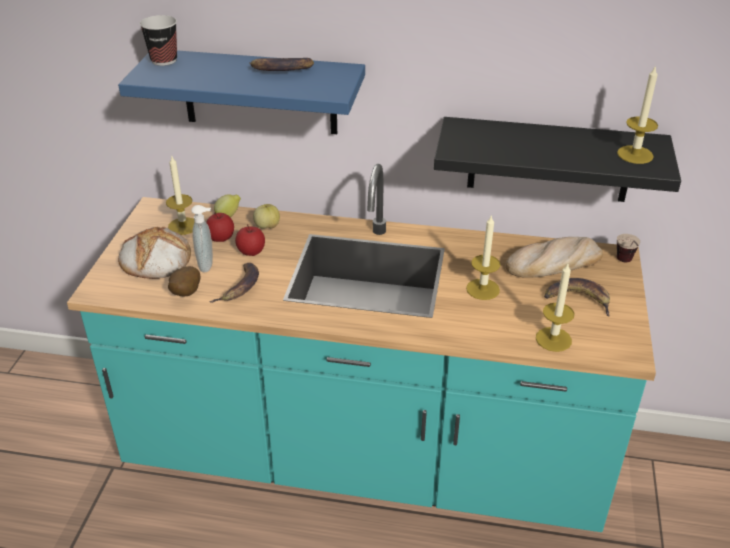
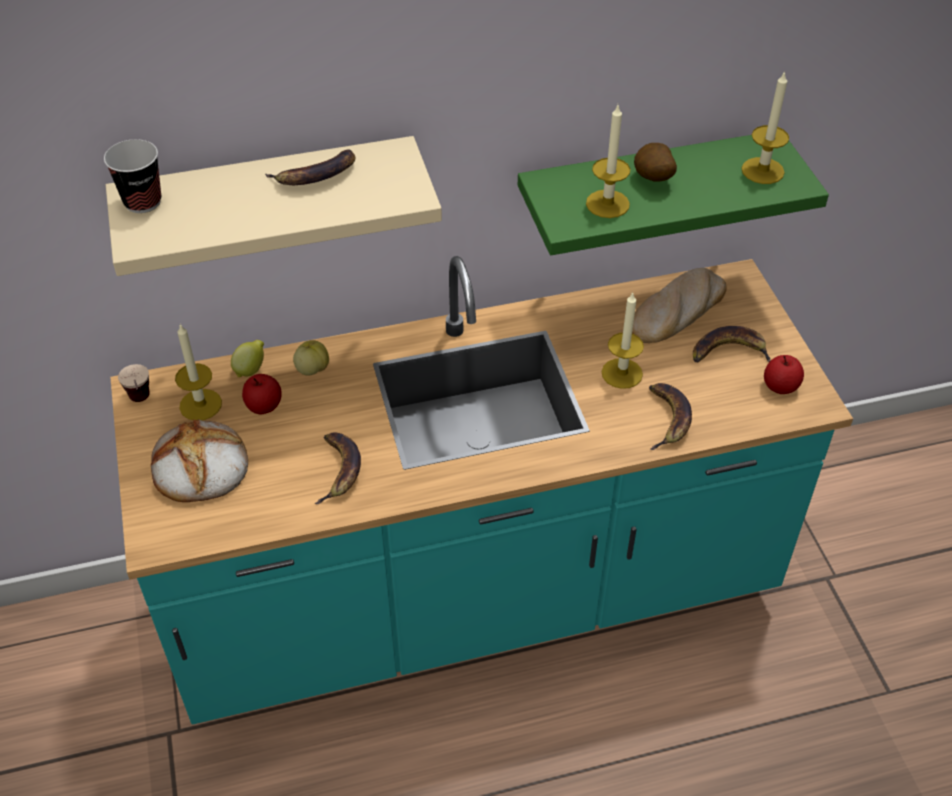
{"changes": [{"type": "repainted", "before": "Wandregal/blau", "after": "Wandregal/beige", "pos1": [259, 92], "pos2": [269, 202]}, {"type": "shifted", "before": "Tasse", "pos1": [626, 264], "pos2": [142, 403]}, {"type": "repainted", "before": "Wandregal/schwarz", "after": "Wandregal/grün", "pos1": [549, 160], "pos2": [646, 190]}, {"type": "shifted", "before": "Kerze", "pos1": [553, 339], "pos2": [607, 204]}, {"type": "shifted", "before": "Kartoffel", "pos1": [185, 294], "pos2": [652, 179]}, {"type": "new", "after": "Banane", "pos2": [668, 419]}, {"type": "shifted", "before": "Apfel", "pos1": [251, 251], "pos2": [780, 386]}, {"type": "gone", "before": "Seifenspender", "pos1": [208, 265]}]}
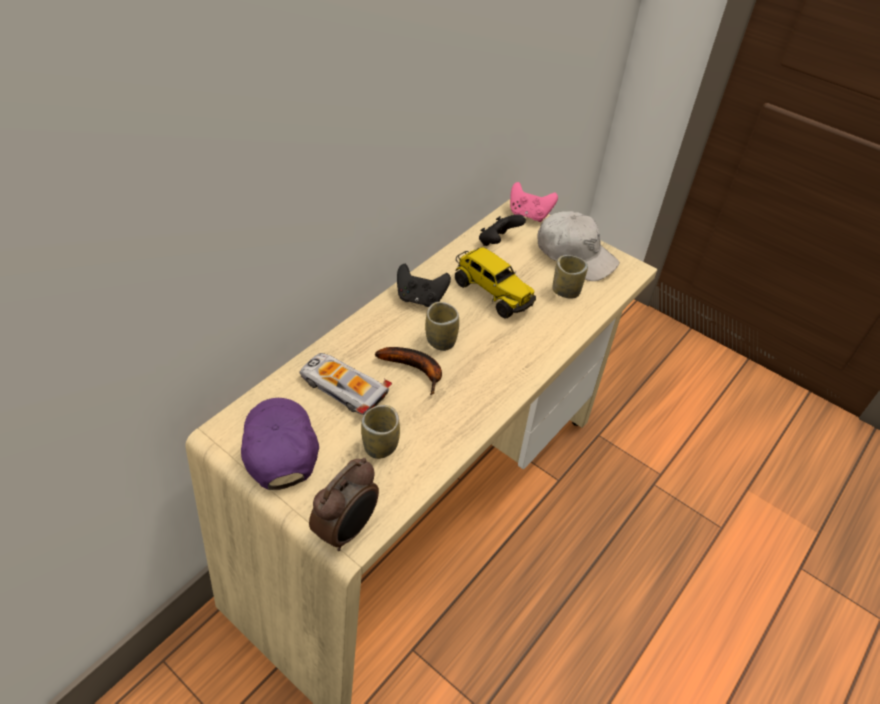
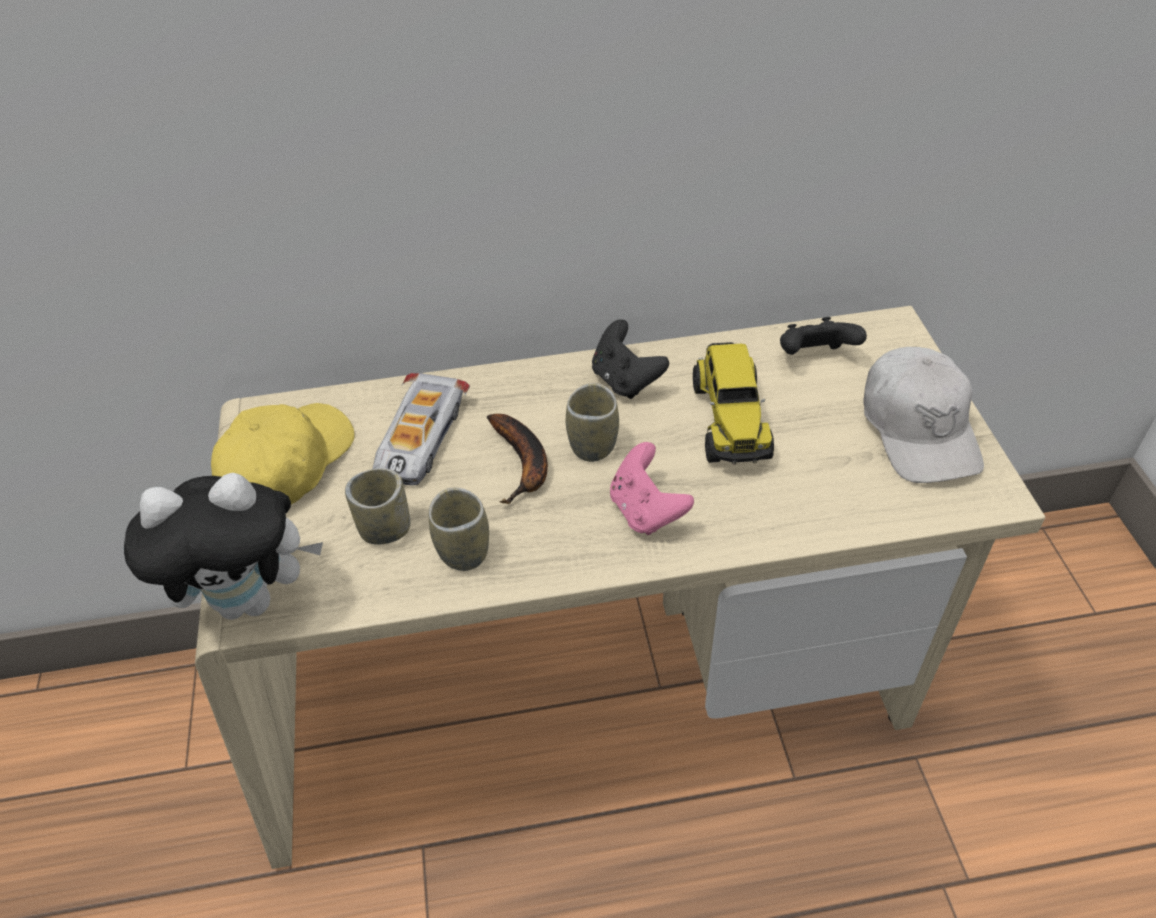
{"changes": [{"type": "swapped", "before": "Wecker", "after": "Plüschtier", "pos1": [348, 529], "pos2": [251, 599]}, {"type": "repainted", "before": "Kappe/lila", "after": "Kappe/gelb", "pos1": [279, 448], "pos2": [286, 465]}, {"type": "rotated", "before": "Spielzeugauto", "pos1": [343, 388], "pos2": [419, 438], "turn": -150}, {"type": "shifted", "before": "Tasse", "pos1": [566, 291], "pos2": [463, 552]}, {"type": "shifted", "before": "Gamepad/rosa", "pos1": [529, 214], "pos2": [646, 511]}]}
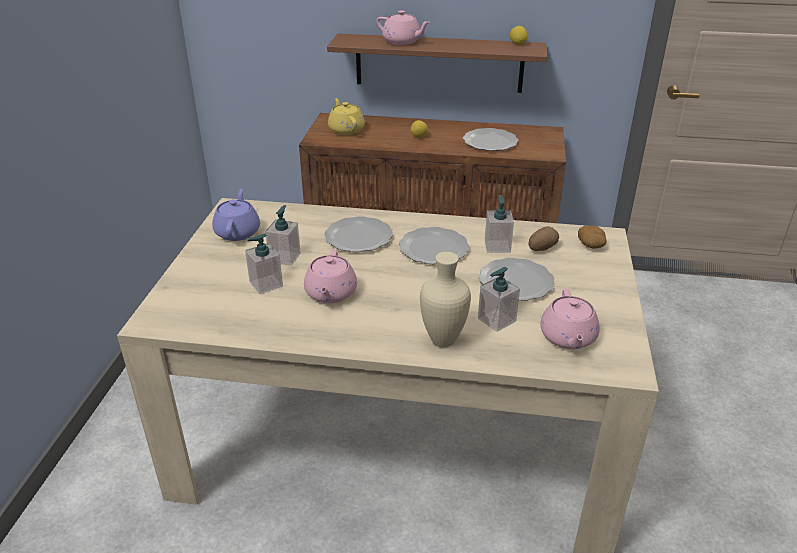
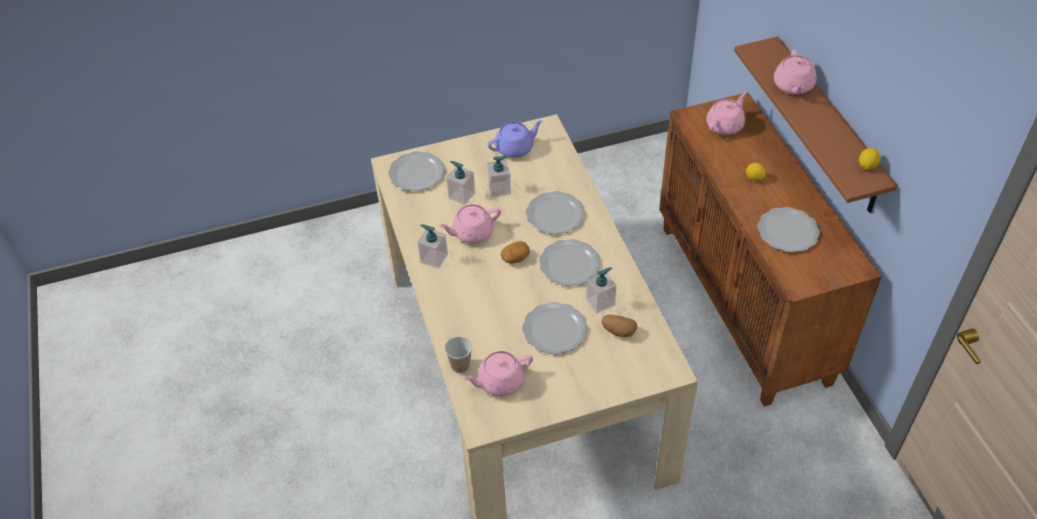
{"changes": [{"type": "new", "after": "Teller", "pos2": [417, 173]}, {"type": "shifted", "before": "Seifenspender", "pos1": [496, 320], "pos2": [434, 258]}, {"type": "new", "after": "Tasse", "pos2": [460, 365]}, {"type": "shifted", "before": "Kartoffel", "pos1": [591, 245], "pos2": [515, 258]}, {"type": "repainted", "before": "Teekanne/gelb", "after": "Teekanne/rosa", "pos1": [346, 129], "pos2": [725, 125]}, {"type": "gone", "before": "Vase/beige", "pos1": [443, 339]}]}
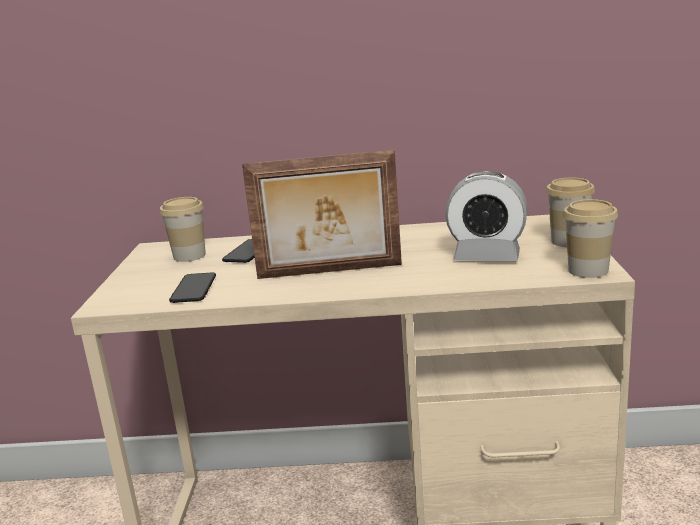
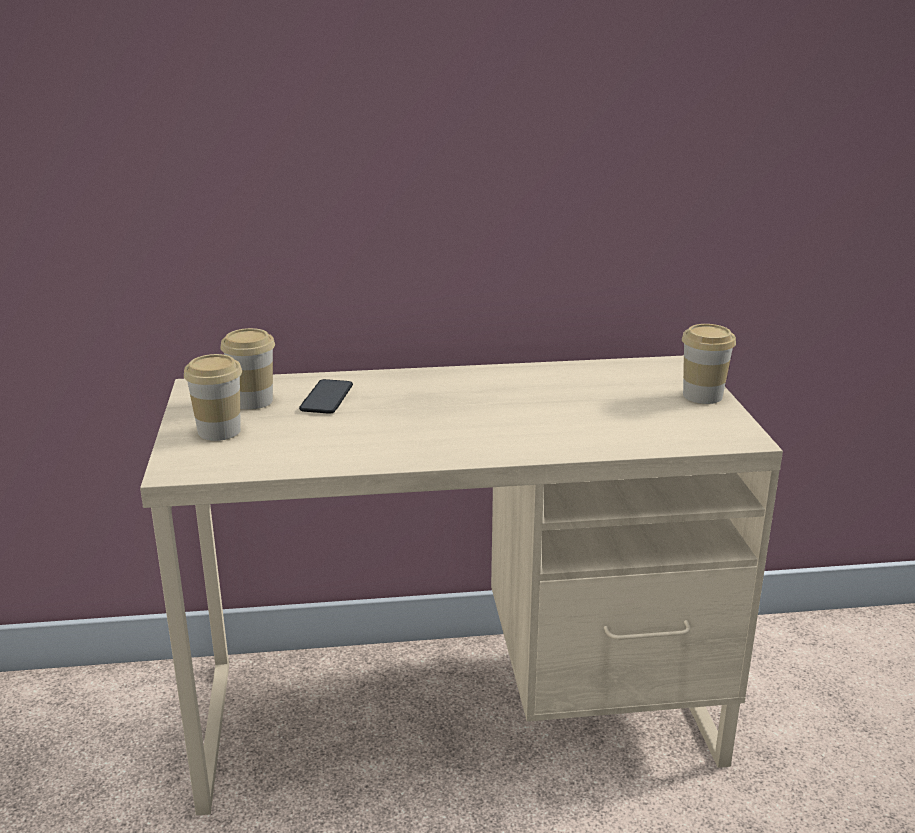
{"changes": [{"type": "shifted", "before": "Tasse", "pos1": [588, 270], "pos2": [219, 431]}, {"type": "gone", "before": "Handy", "pos1": [194, 289]}, {"type": "gone", "before": "Bilderrahmen", "pos1": [329, 272]}, {"type": "gone", "before": "Wecker", "pos1": [487, 256]}]}
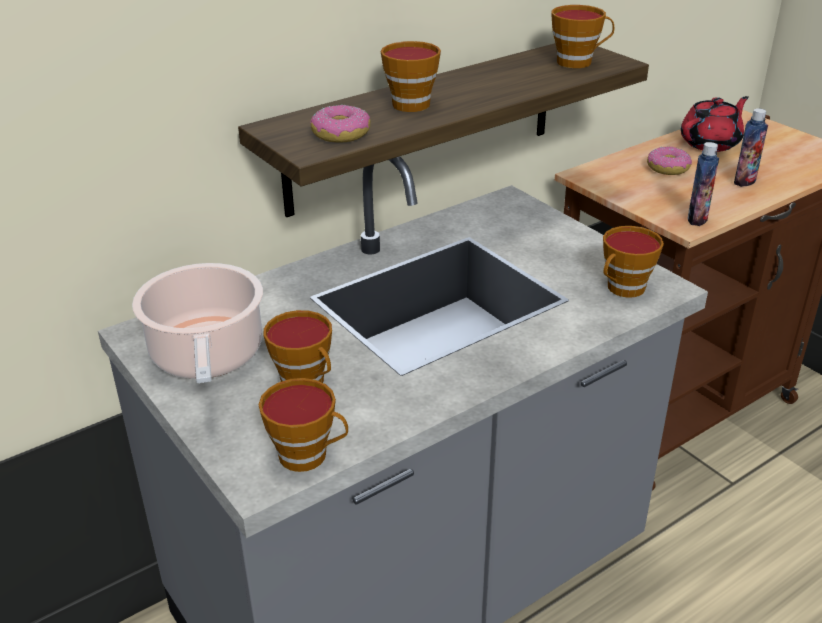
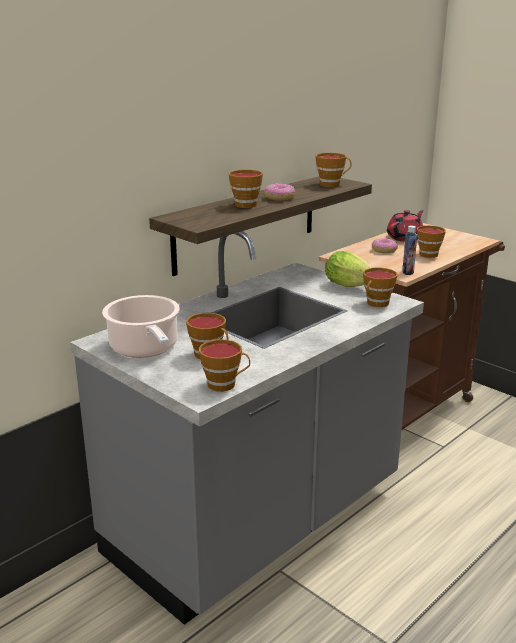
{"changes": [{"type": "shifted", "before": "Donut", "pos1": [340, 134], "pos2": [279, 198]}, {"type": "new", "after": "Salatkopf", "pos2": [351, 286]}, {"type": "swapped", "before": "Flasche", "after": "Tasse", "pos1": [744, 181], "pos2": [429, 254]}]}
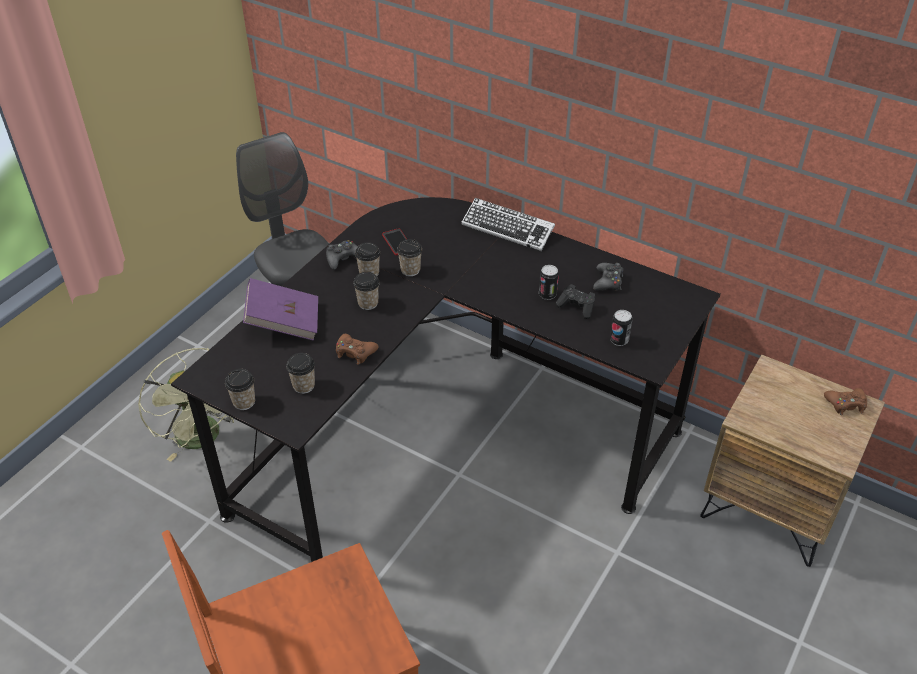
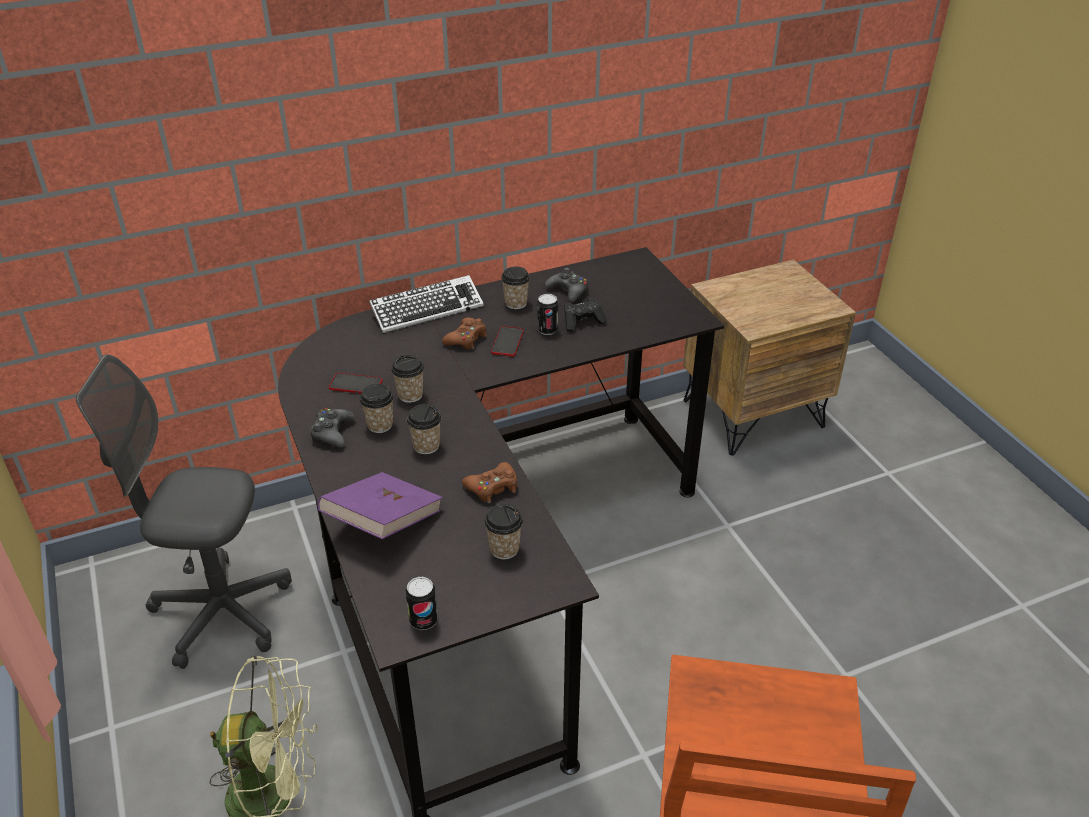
{"changes": [{"type": "shifted", "before": "Dose", "pos1": [619, 340], "pos2": [423, 620]}, {"type": "shifted", "before": "Gamepad/braun", "pos1": [845, 404], "pos2": [466, 339]}, {"type": "new", "after": "Handy", "pos2": [507, 342]}, {"type": "shifted", "before": "Tasse", "pos1": [244, 402], "pos2": [516, 303]}]}
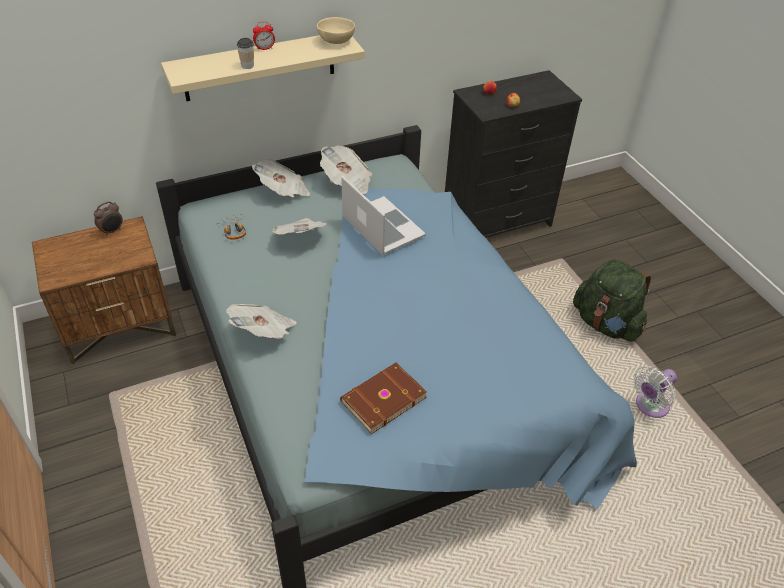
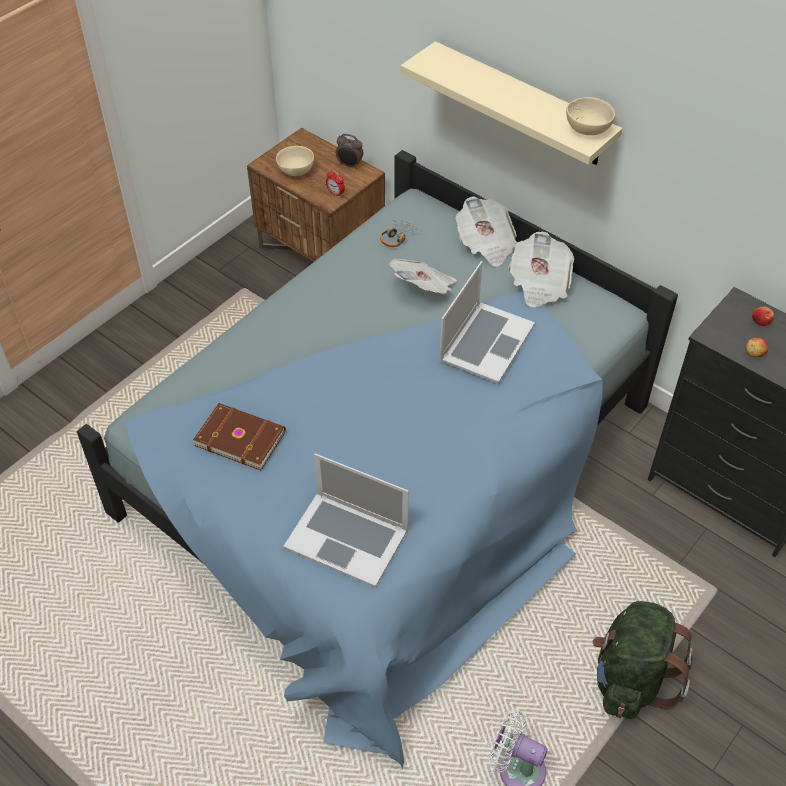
{"changes": [{"type": "new", "after": "Schüssel/beige", "pos2": [295, 171]}, {"type": "new", "after": "Laptop", "pos2": [347, 538]}, {"type": "shifted", "before": "Wecker", "pos1": [265, 48], "pos2": [335, 193]}, {"type": "gone", "before": "Zeitung", "pos1": [264, 332]}, {"type": "gone", "before": "Tasse", "pos1": [247, 65]}]}
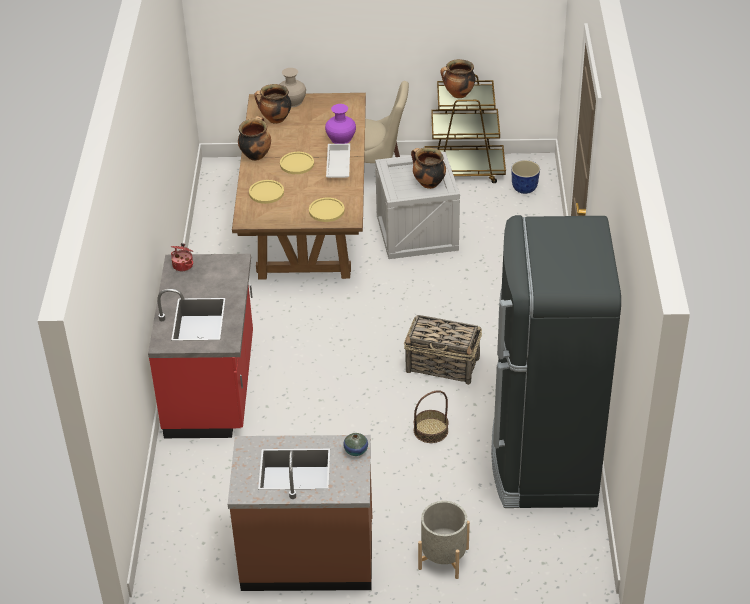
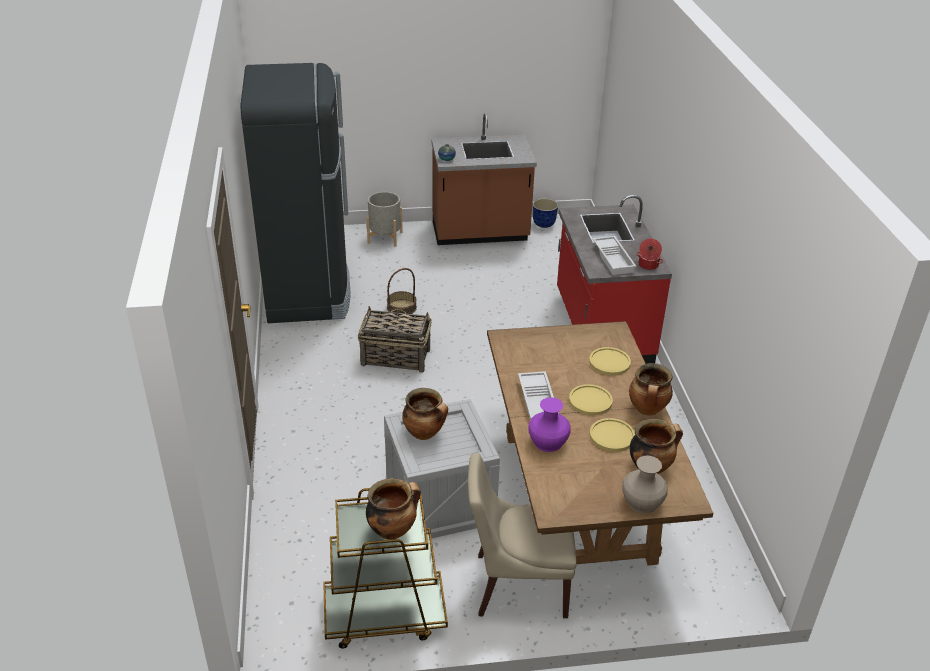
{"changes": [{"type": "shifted", "before": "Pflanzkübel", "pos1": [524, 189], "pos2": [544, 224]}, {"type": "shifted", "before": "Teller/gelb", "pos1": [326, 210], "pos2": [612, 436]}, {"type": "new", "after": "Tablett/weiß", "pos2": [614, 259]}]}
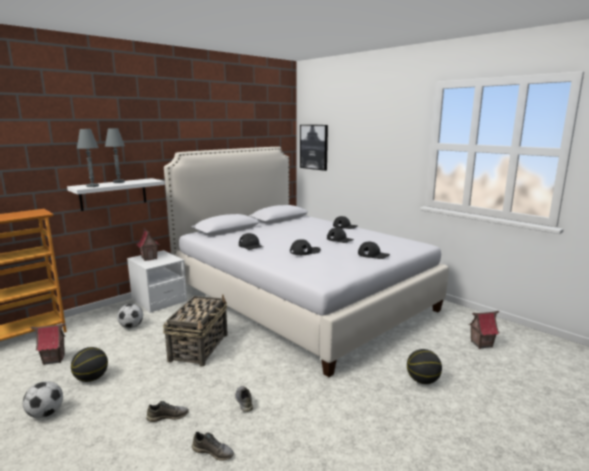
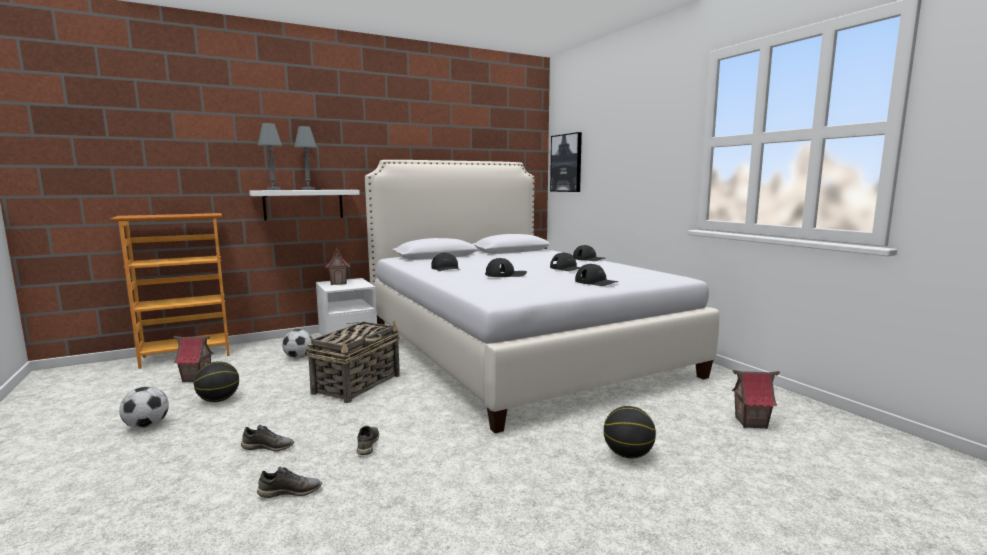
{"changes": [{"type": "rotated", "before": "Schuh/grau", "pos1": [213, 452], "pos2": [290, 491], "turn": -45}]}
